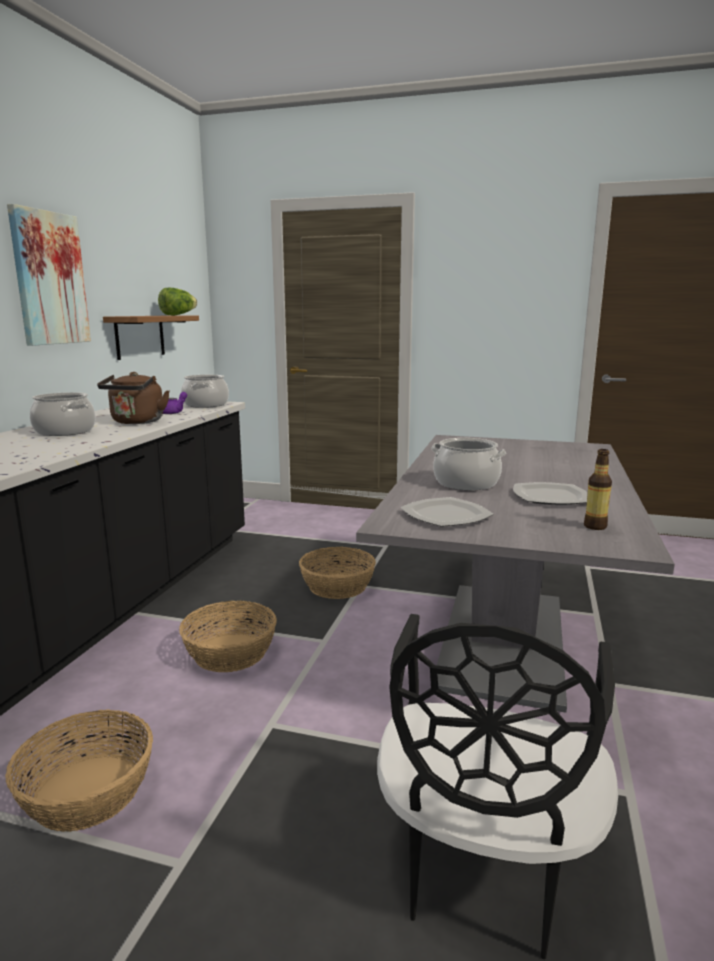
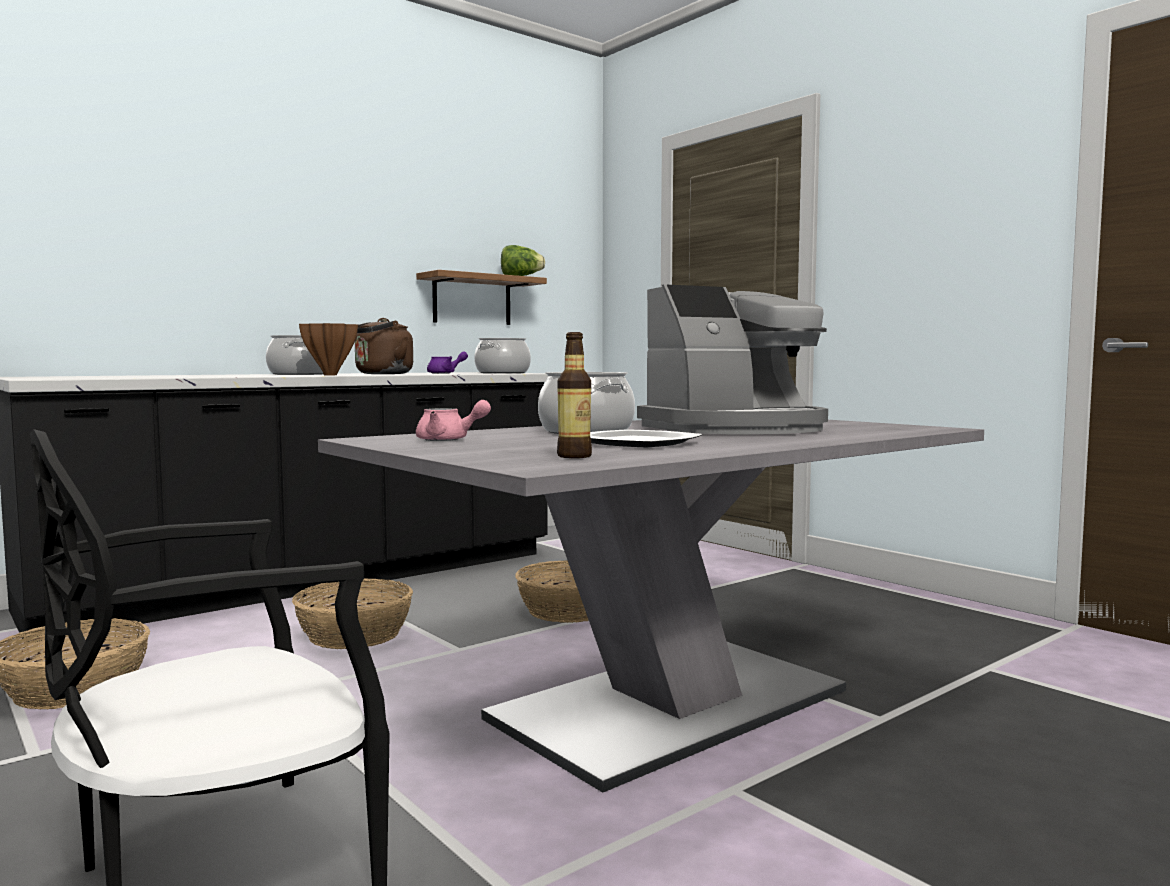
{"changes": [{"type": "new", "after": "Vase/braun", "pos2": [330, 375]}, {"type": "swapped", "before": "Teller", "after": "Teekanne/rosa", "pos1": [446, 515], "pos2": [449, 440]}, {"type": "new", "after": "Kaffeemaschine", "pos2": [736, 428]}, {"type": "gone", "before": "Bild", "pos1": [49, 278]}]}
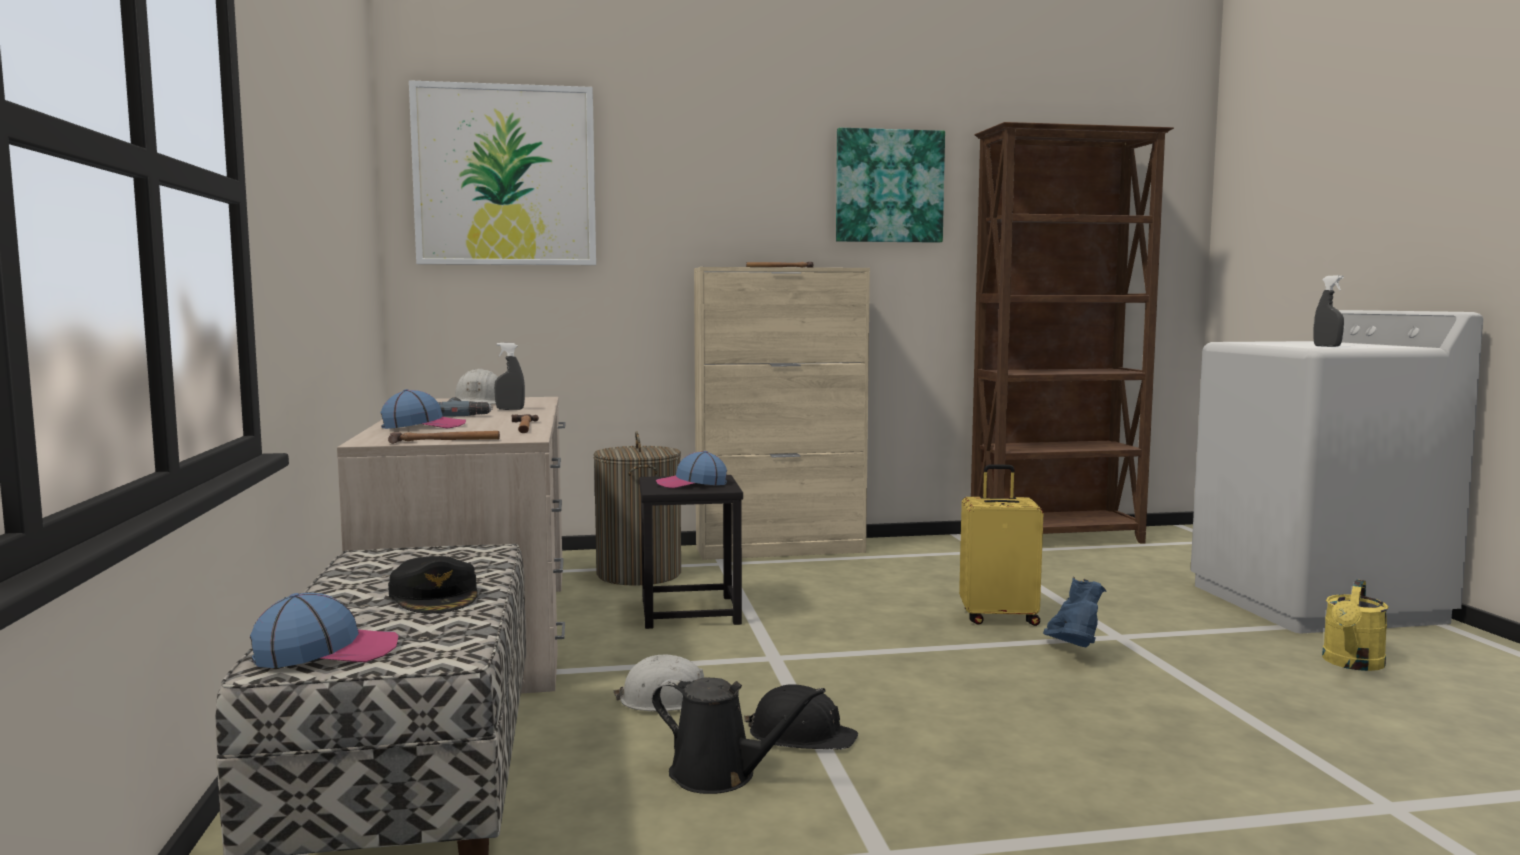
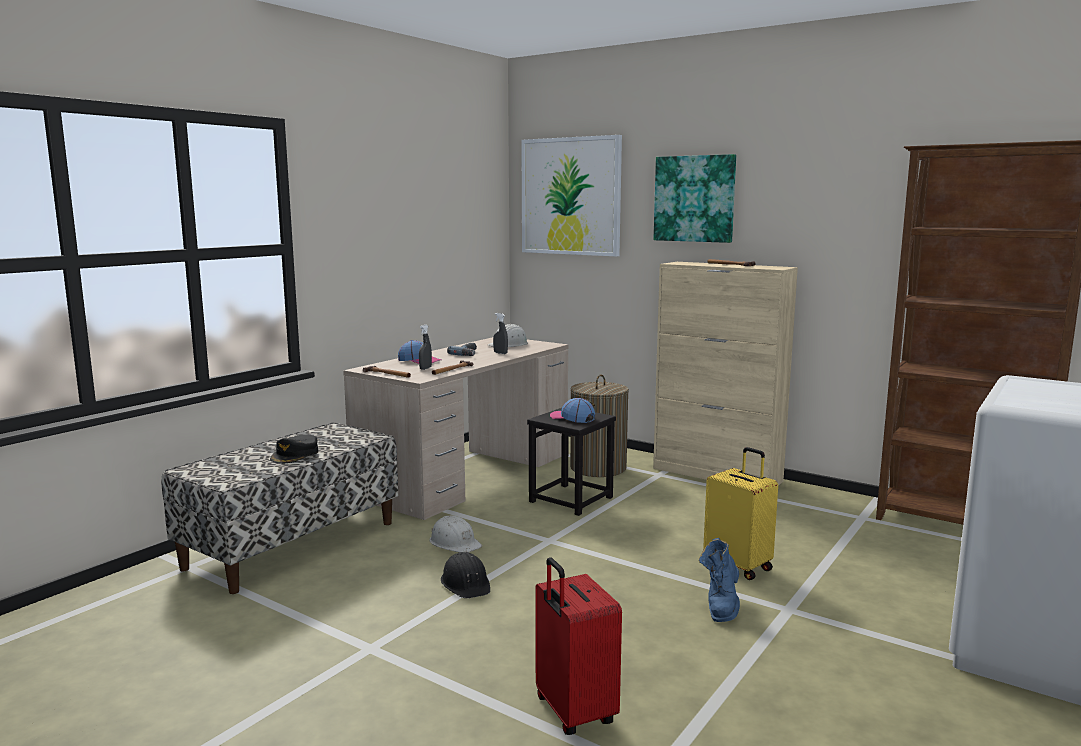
{"changes": [{"type": "shifted", "before": "Sprühflasche/grau", "pos1": [1327, 346], "pos2": [425, 368]}, {"type": "new", "after": "Koffer/rot", "pos2": [573, 712]}, {"type": "shifted", "before": "Bild", "pos1": [889, 186], "pos2": [694, 199]}, {"type": "rotated", "before": "Stiefel/blau", "pos1": [1072, 654], "pos2": [721, 606], "turn": 150}, {"type": "gone", "before": "Kappe", "pos1": [327, 651]}, {"type": "gone", "before": "Gießkanne/schwarz", "pos1": [720, 775]}, {"type": "gone", "before": "Gießkanne/gelb", "pos1": [1352, 664]}]}
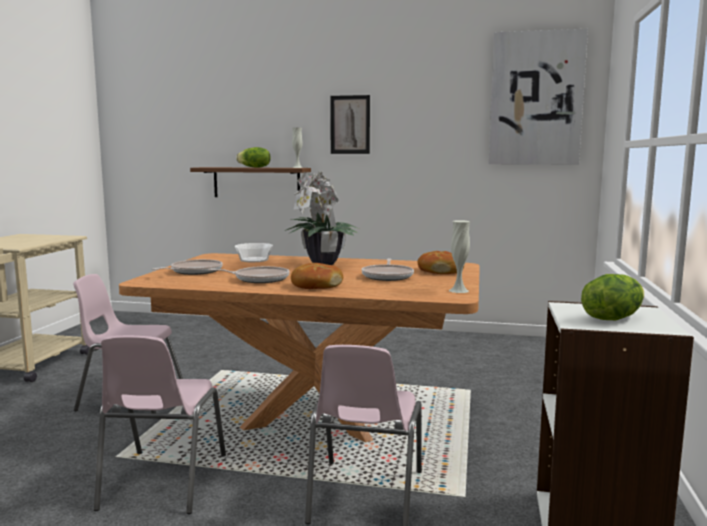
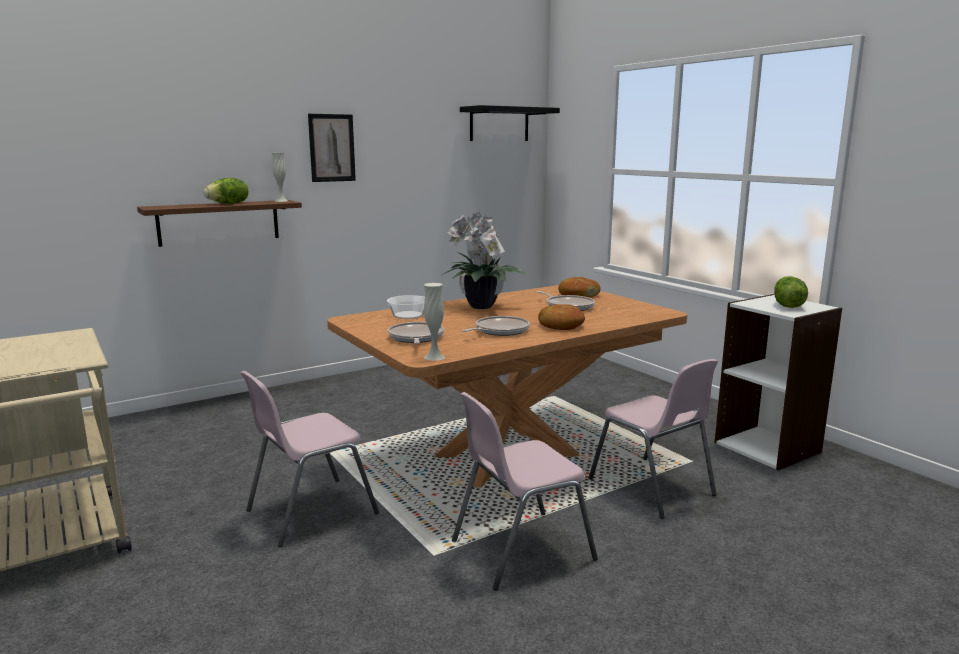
{"changes": [{"type": "shifted", "before": "Vase/weiß", "pos1": [458, 290], "pos2": [434, 357]}, {"type": "rotated", "before": "Stuhl/rosa", "pos1": [162, 482], "pos2": [519, 549], "turn": 105}, {"type": "swapped", "before": "Bild", "after": "Wandregal/schwarz", "pos1": [536, 99], "pos2": [499, 124]}]}
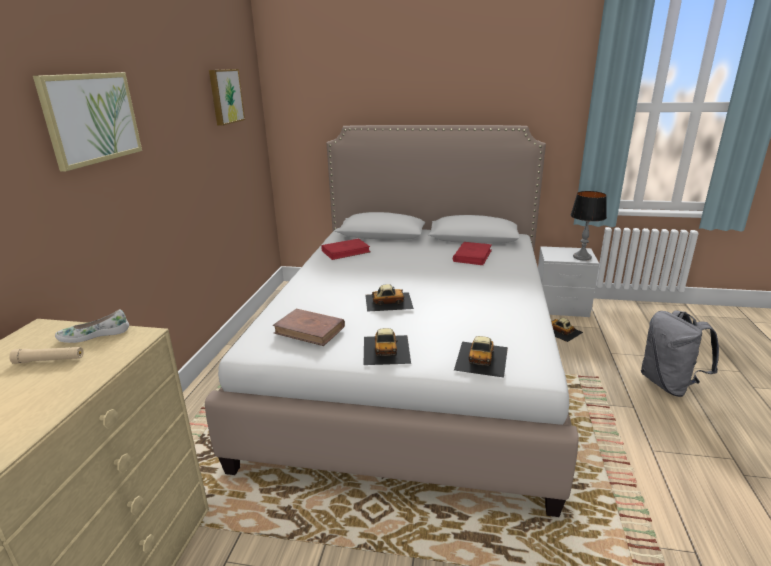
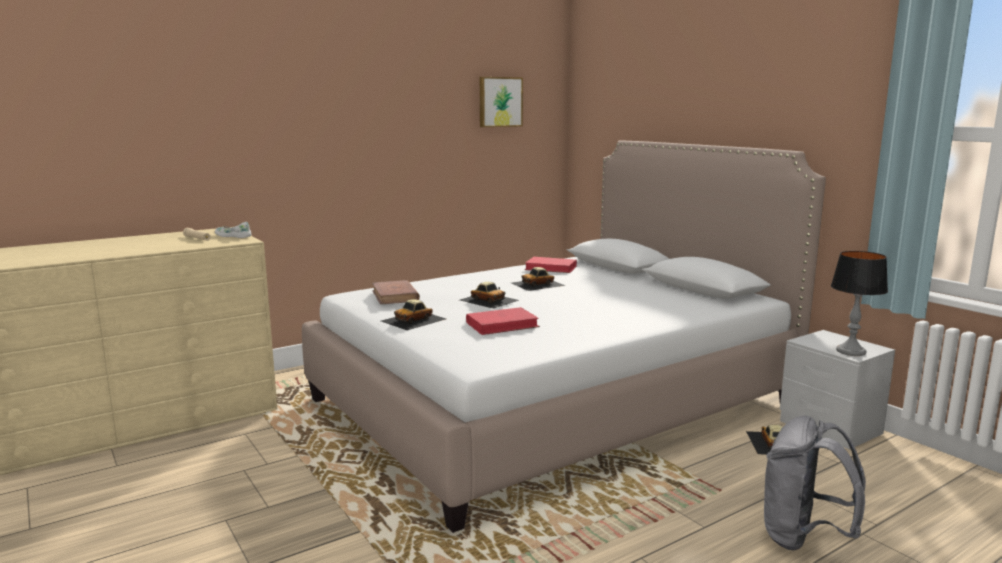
{"changes": [{"type": "shifted", "before": "Buch/rot", "pos1": [472, 256], "pos2": [502, 325]}, {"type": "shifted", "before": "Spielzeugauto", "pos1": [482, 358], "pos2": [538, 284]}, {"type": "gone", "before": "Bild", "pos1": [91, 118]}]}
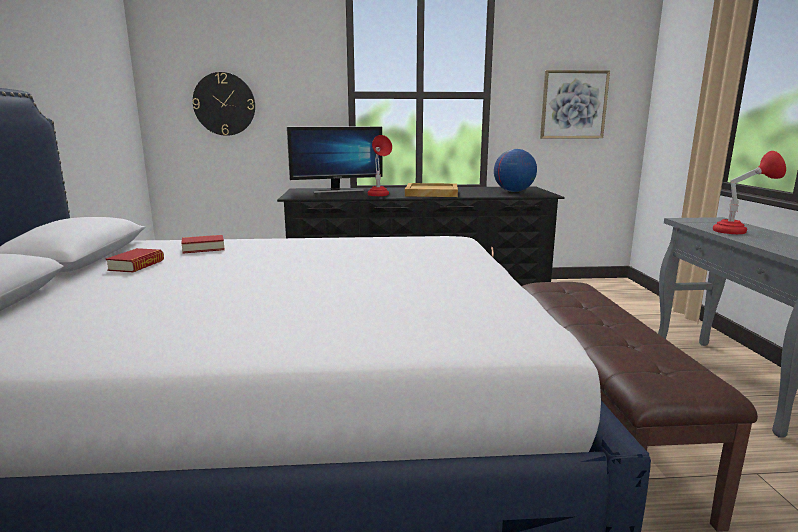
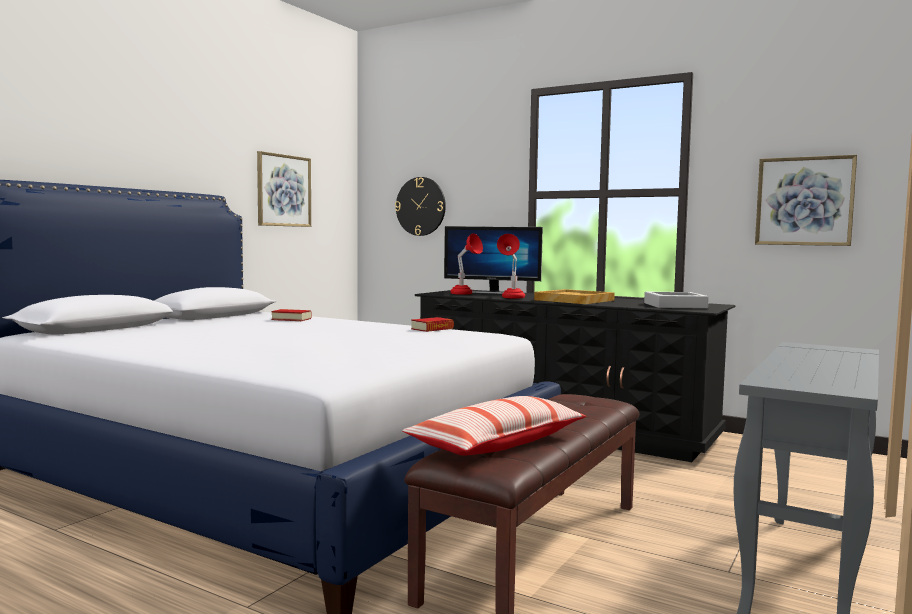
{"changes": [{"type": "new", "after": "Bild", "pos2": [283, 190]}, {"type": "new", "after": "Kissen", "pos2": [498, 444]}, {"type": "shifted", "before": "Buch", "pos1": [136, 265], "pos2": [432, 329]}, {"type": "shifted", "before": "Tischlampe/rot", "pos1": [739, 232], "pos2": [465, 294]}, {"type": "swapped", "before": "Globus", "after": "Tablett/grau", "pos1": [513, 191], "pos2": [675, 305]}]}
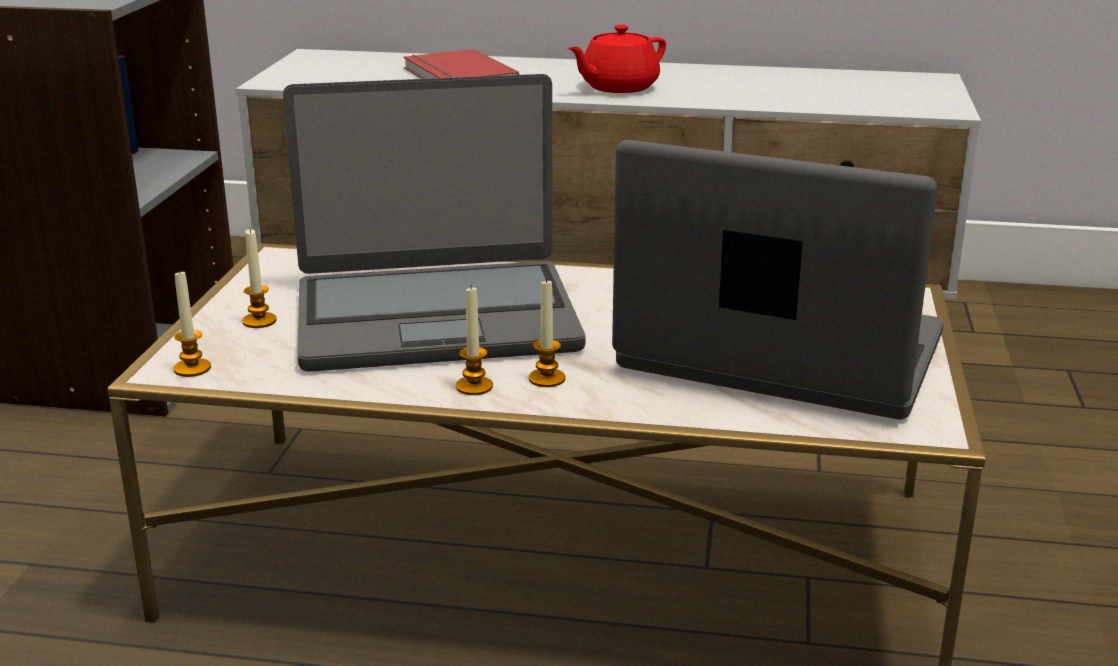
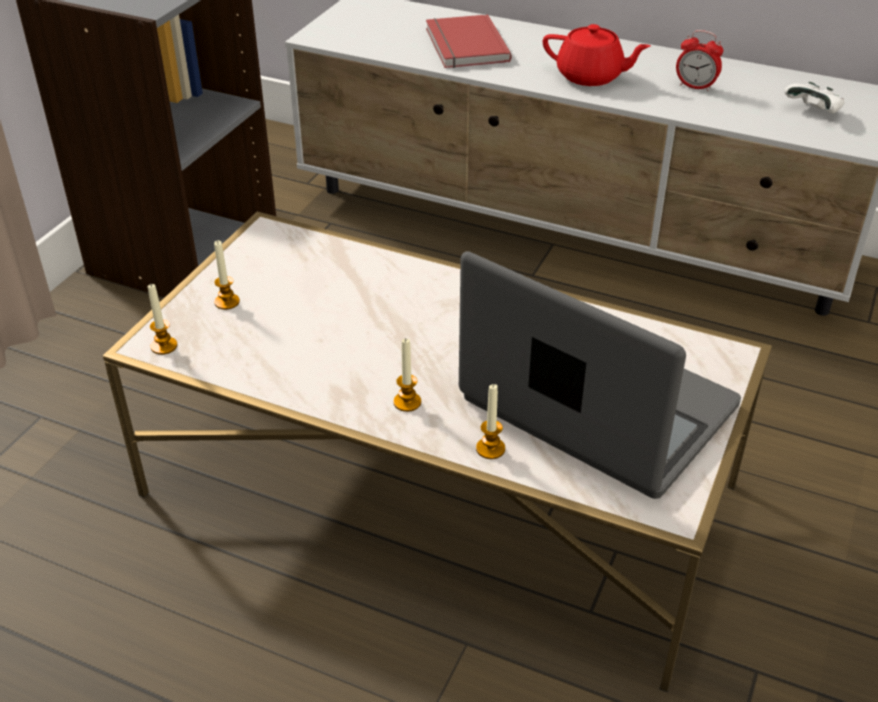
{"changes": [{"type": "shifted", "before": "Kerze", "pos1": [474, 387], "pos2": [490, 449]}, {"type": "rotated", "before": "Teekanne/rot", "pos1": [618, 87], "pos2": [590, 77], "turn": -135}, {"type": "new", "after": "Wecker", "pos2": [695, 87]}, {"type": "new", "after": "Gamepad/weiß", "pos2": [814, 112]}, {"type": "gone", "before": "Laptop", "pos1": [435, 317]}]}
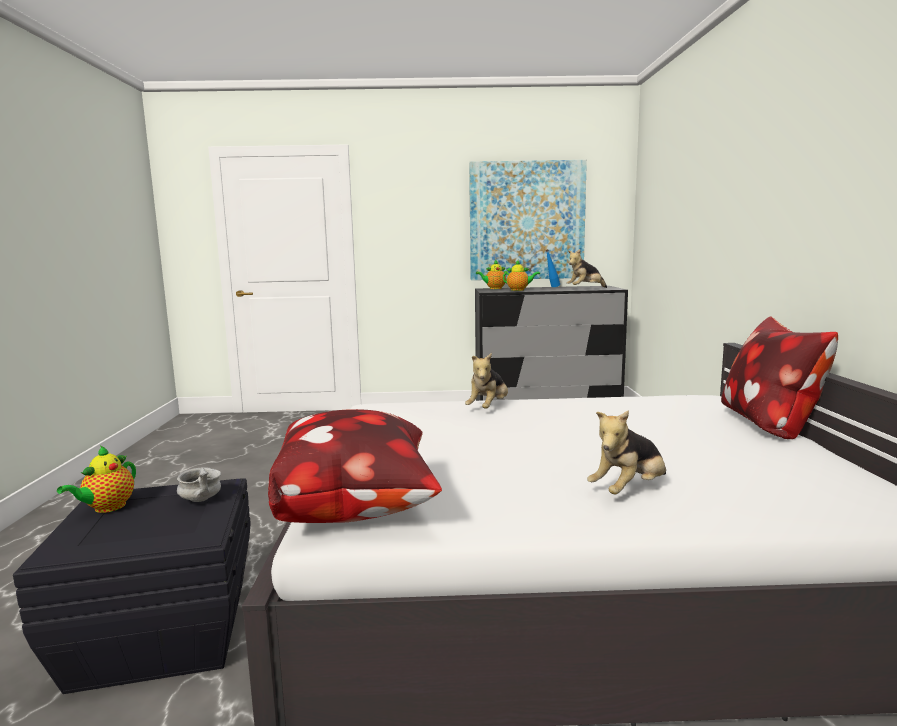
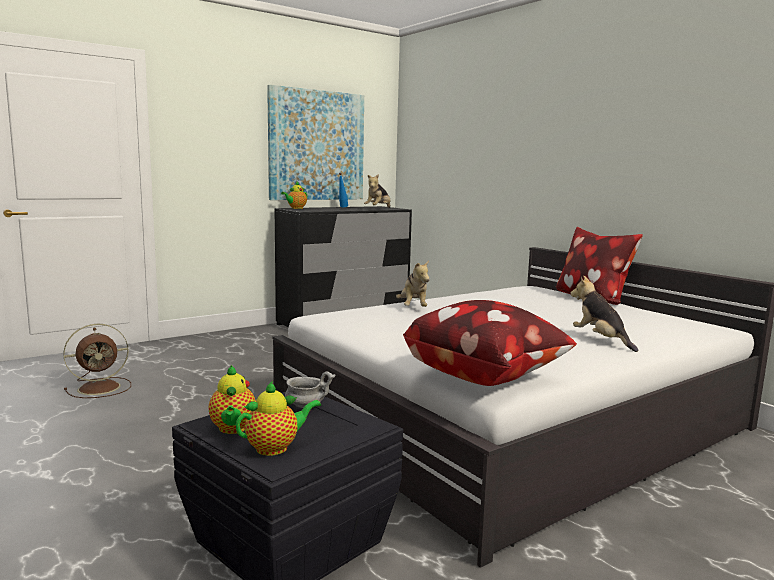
{"changes": [{"type": "new", "after": "Ventilator/braun", "pos2": [101, 388]}, {"type": "shifted", "before": "Teekanne", "pos1": [519, 290], "pos2": [275, 448]}, {"type": "rotated", "before": "Plüschtier", "pos1": [629, 490], "pos2": [600, 340], "turn": 135}]}
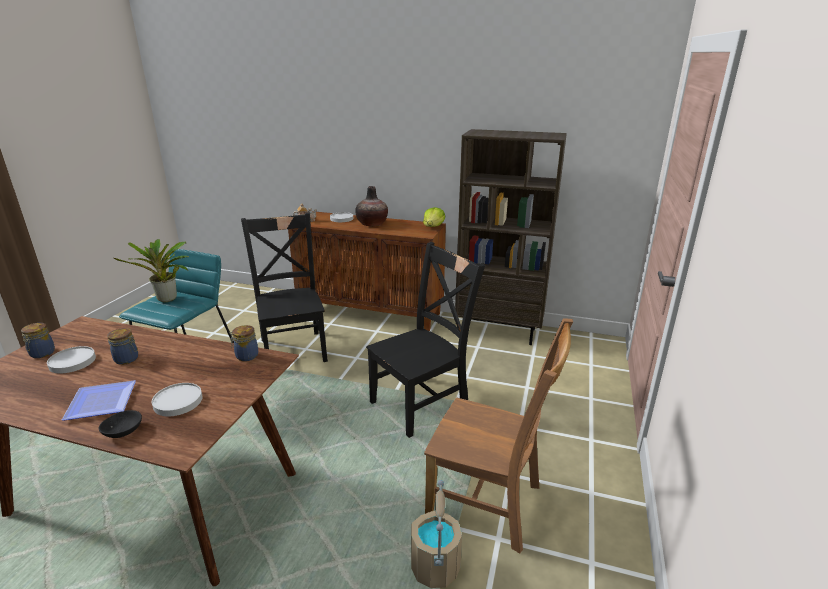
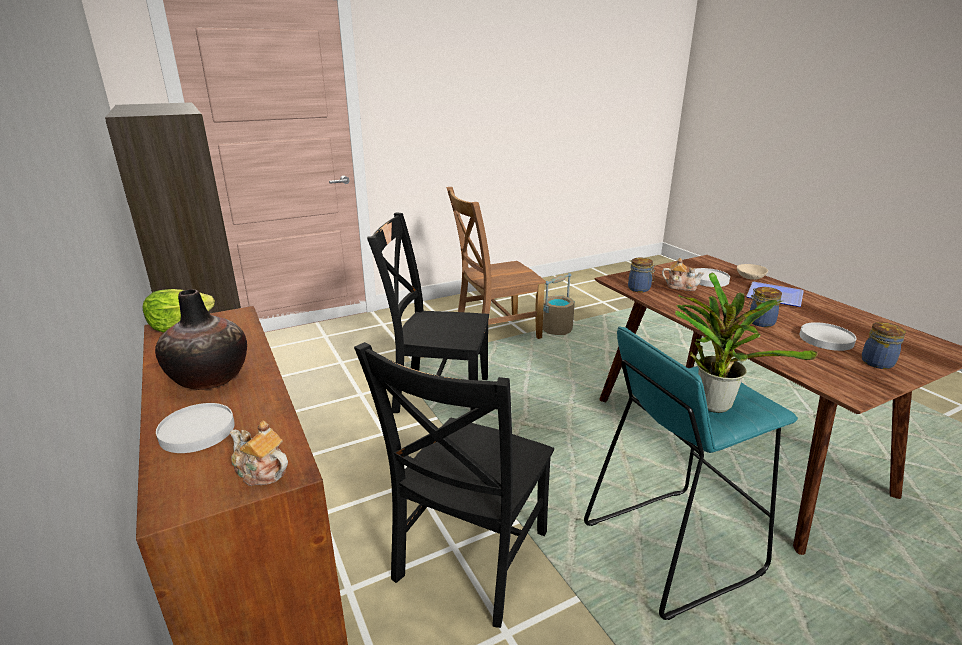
{"changes": [{"type": "rotated", "before": "Stuhl/braun", "pos1": [489, 504], "pos2": [494, 332], "turn": -90}, {"type": "new", "after": "Teekanne", "pos2": [680, 286]}, {"type": "repainted", "before": "Schüssel/schwarz", "after": "Schüssel/beige", "pos1": [123, 432], "pos2": [750, 277]}]}
